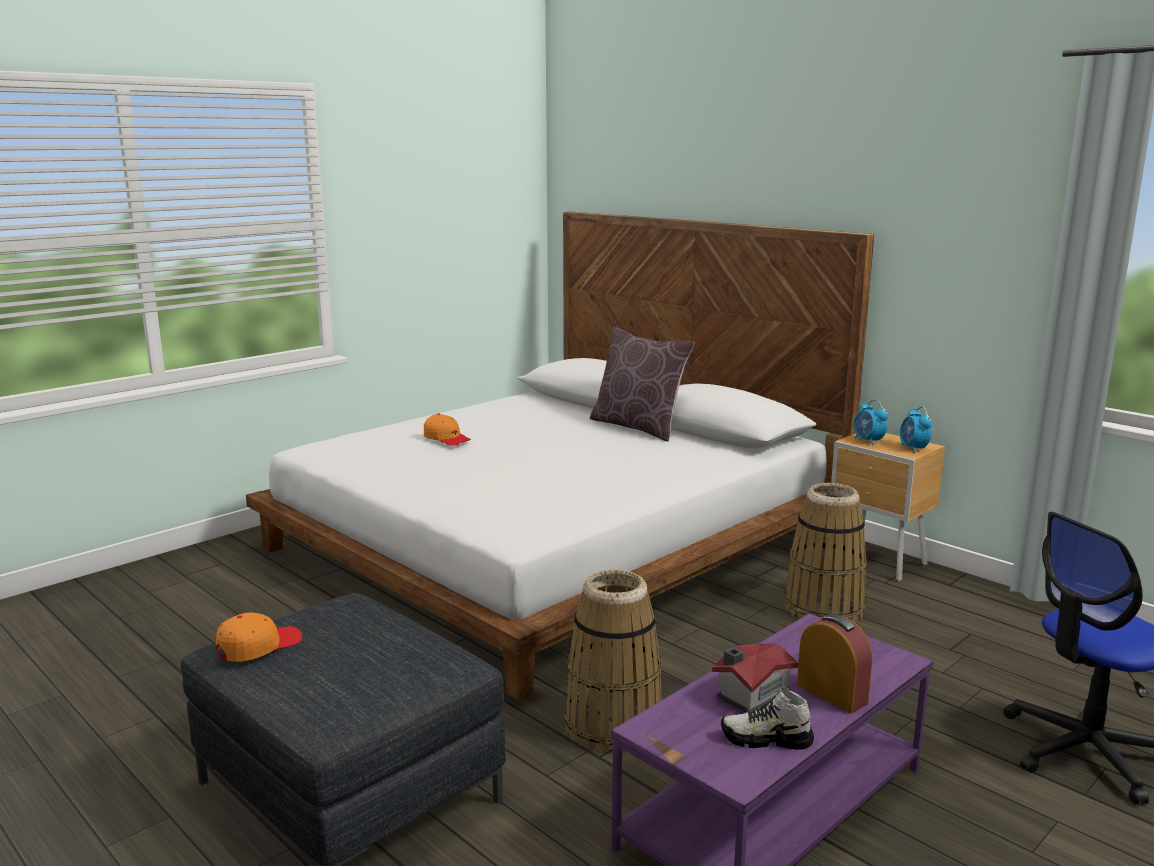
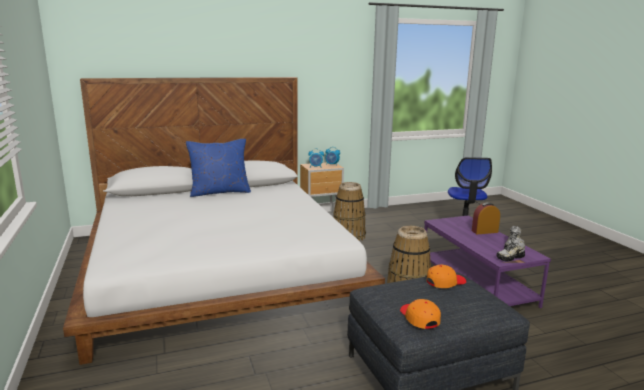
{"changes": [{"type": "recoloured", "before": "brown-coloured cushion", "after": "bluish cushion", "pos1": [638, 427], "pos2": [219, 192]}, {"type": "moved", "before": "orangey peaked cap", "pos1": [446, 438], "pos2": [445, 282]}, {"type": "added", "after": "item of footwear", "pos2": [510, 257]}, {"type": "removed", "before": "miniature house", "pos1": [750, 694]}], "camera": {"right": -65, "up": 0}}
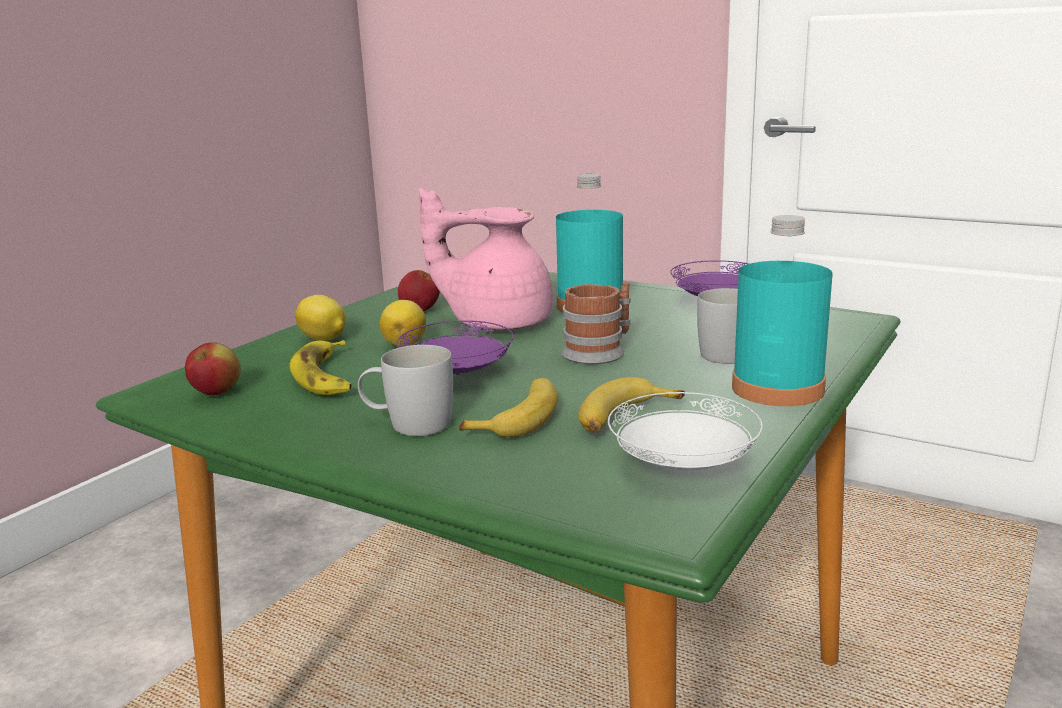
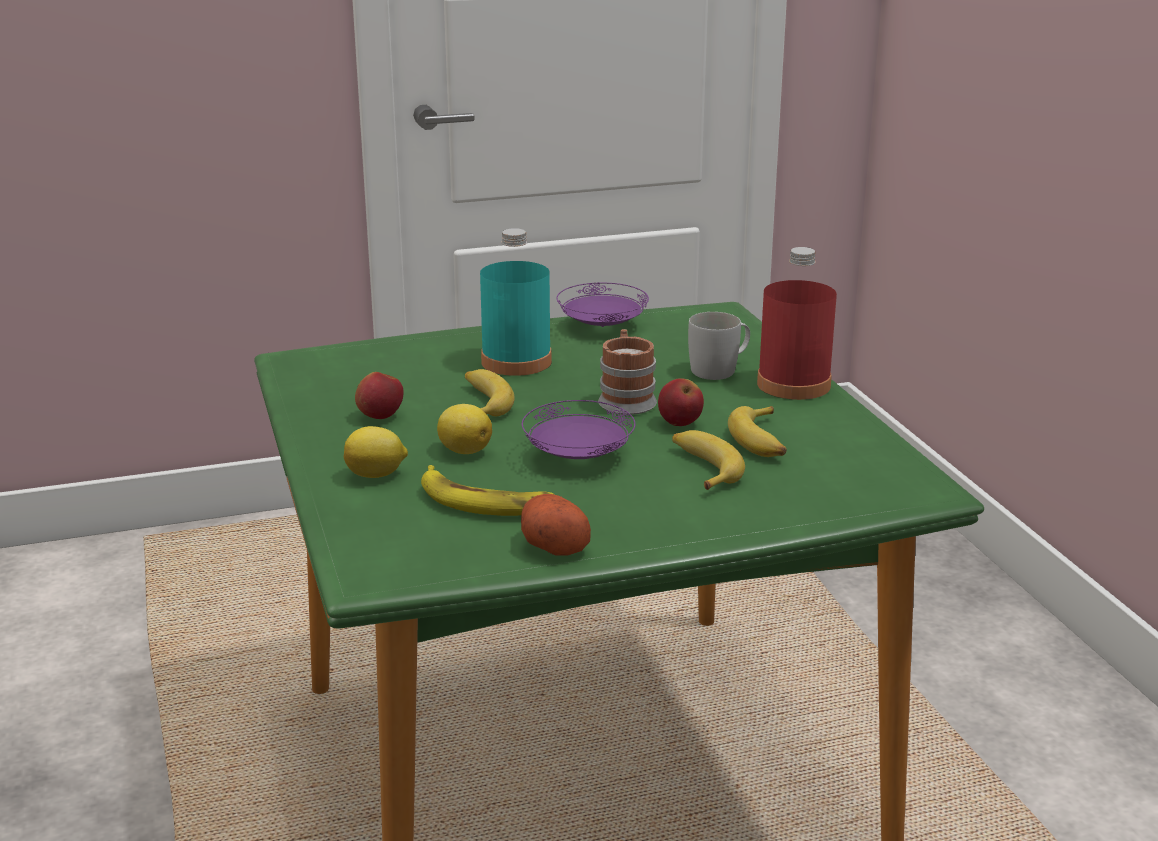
{"changes": [{"type": "replaced", "before": "pinkish tea pot", "after": "whole banana", "pos1": [497, 322], "pos2": [482, 403]}, {"type": "added", "after": "potato", "pos2": [553, 545]}, {"type": "moved", "before": "whole apple", "pos1": [217, 393], "pos2": [680, 424]}, {"type": "recoloured", "before": "blue-green bottle", "after": "red-coloured bottle", "pos1": [777, 388], "pos2": [793, 384]}, {"type": "removed", "before": "white tea mug", "pos1": [408, 424]}, {"type": "removed", "before": "white dinner plate", "pos1": [683, 467]}], "camera": {"right": -50, "up": 5}}
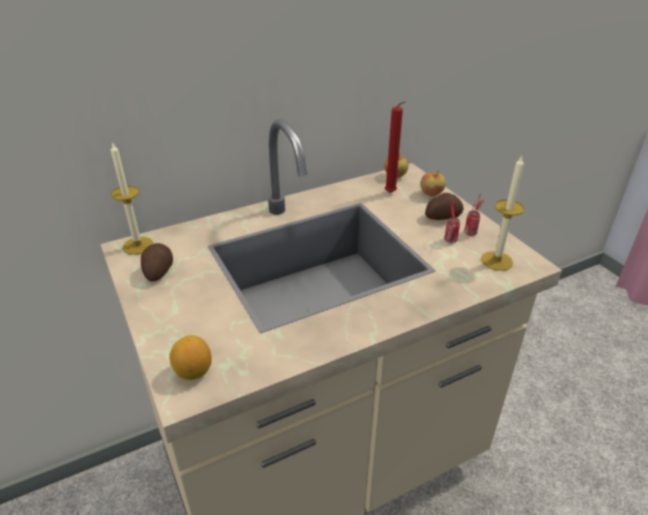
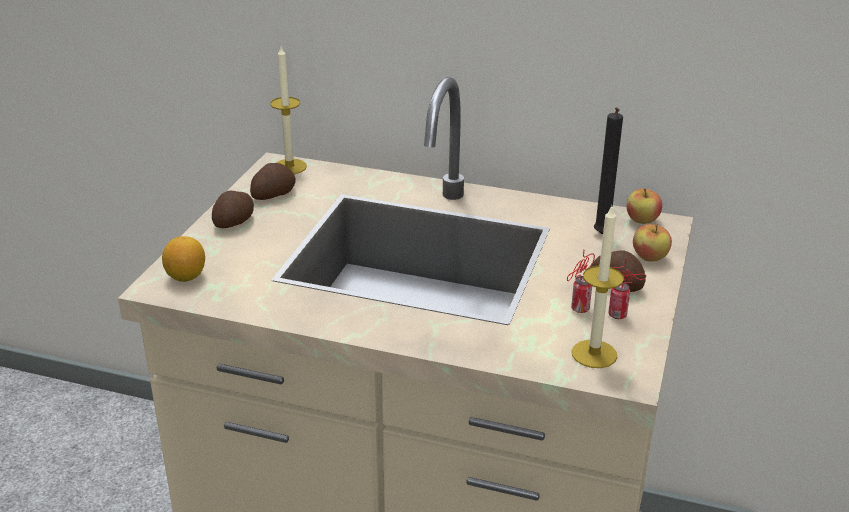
{"changes": [{"type": "added", "after": "potato", "pos2": [235, 222]}, {"type": "recoloured", "before": "red-coloured candle", "after": "blackish candle", "pos1": [391, 194], "pos2": [601, 235]}], "camera": {"right": 45, "up": -5}}
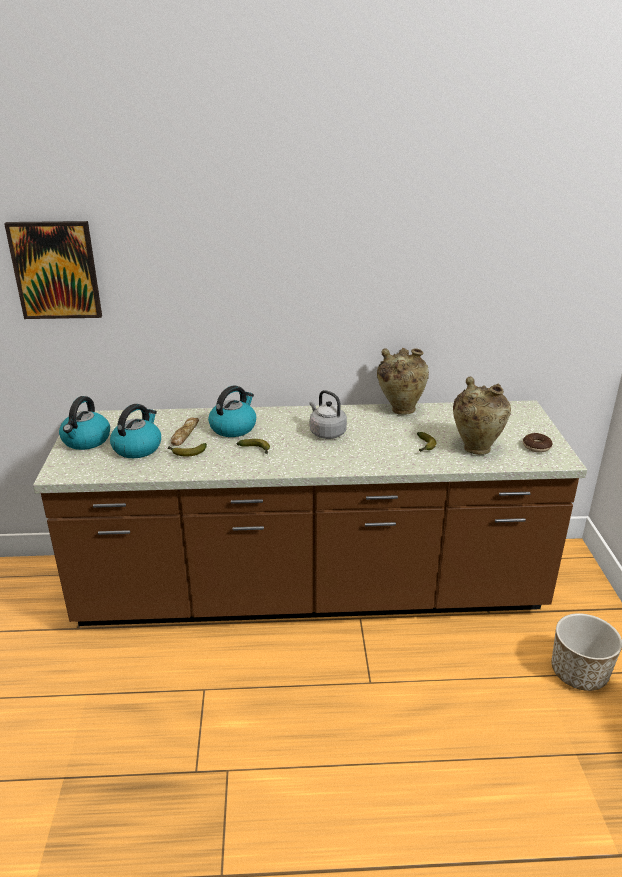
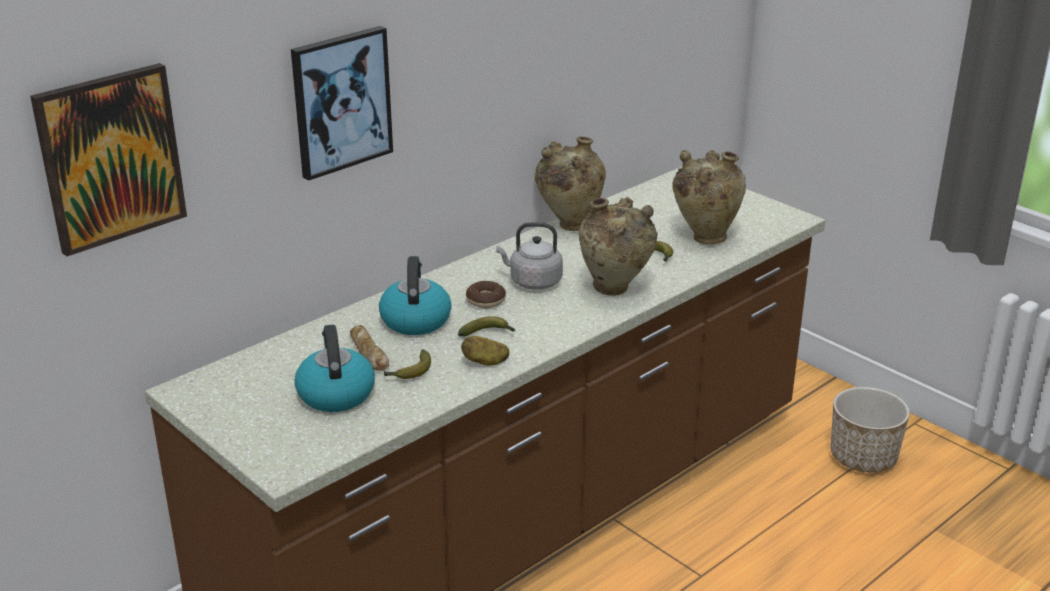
{"changes": [{"type": "added", "after": "wall picture", "pos2": [341, 101]}, {"type": "added", "after": "potato", "pos2": [485, 362]}, {"type": "moved", "before": "doughnut", "pos1": [536, 447], "pos2": [485, 300]}, {"type": "added", "after": "beige-coloured vase", "pos2": [615, 290]}, {"type": "removed", "before": "water kettle", "pos1": [86, 441]}], "camera": {"right": -40, "up": 0}}
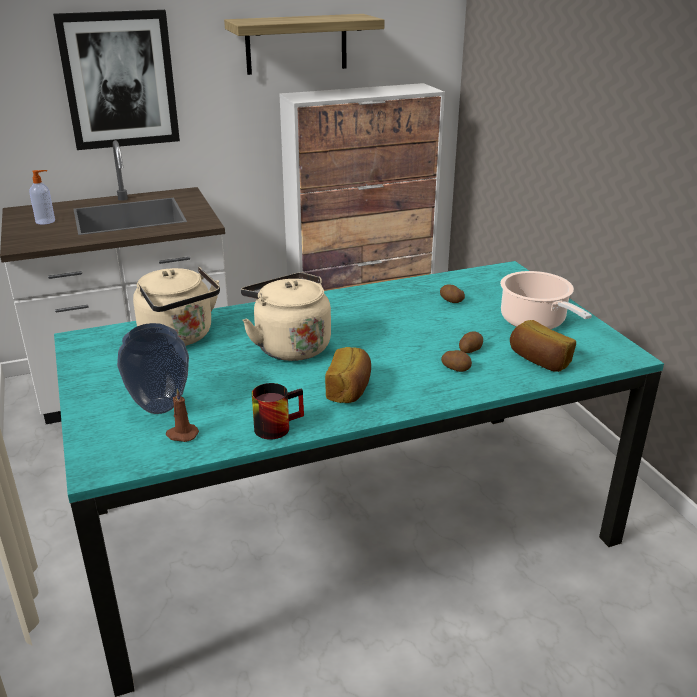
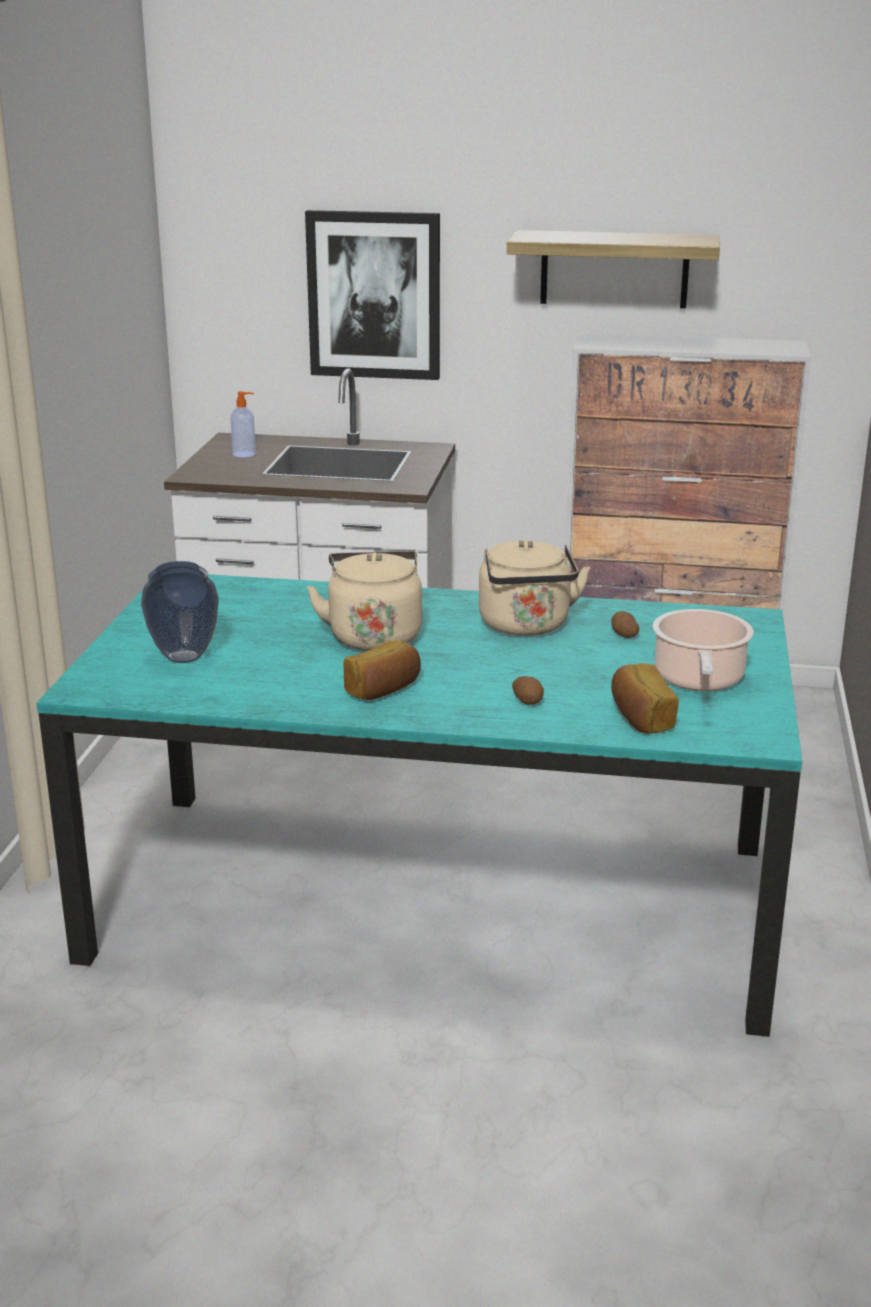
{"changes": [{"type": "moved", "before": "beige-coloured water kettle", "pos1": [180, 337], "pos2": [526, 627]}, {"type": "removed", "before": "brown-coloured candle", "pos1": [181, 434]}, {"type": "removed", "before": "tea mug", "pos1": [276, 425]}, {"type": "removed", "before": "potato", "pos1": [470, 350]}], "camera": {"right": 30, "up": -5}}
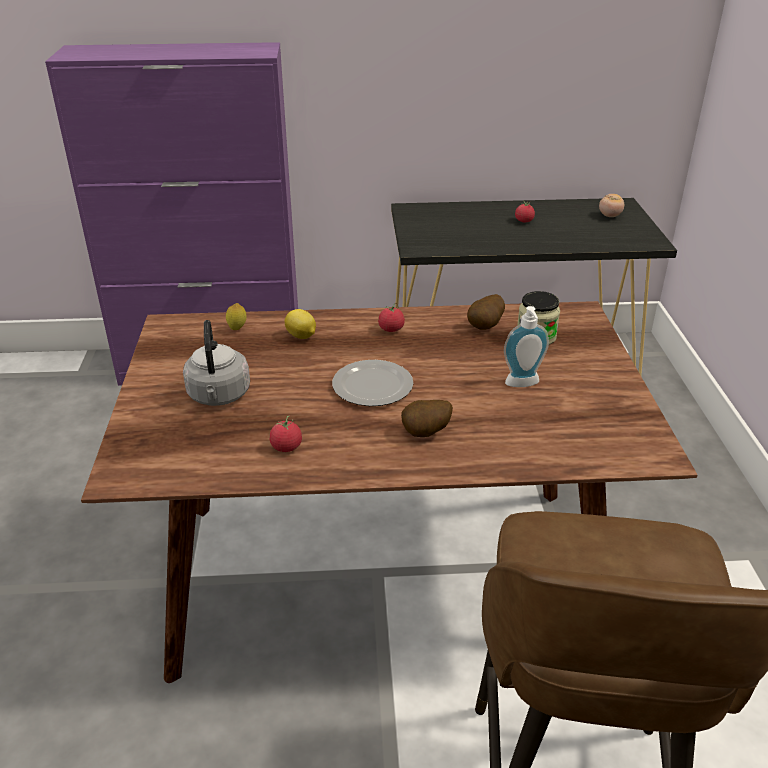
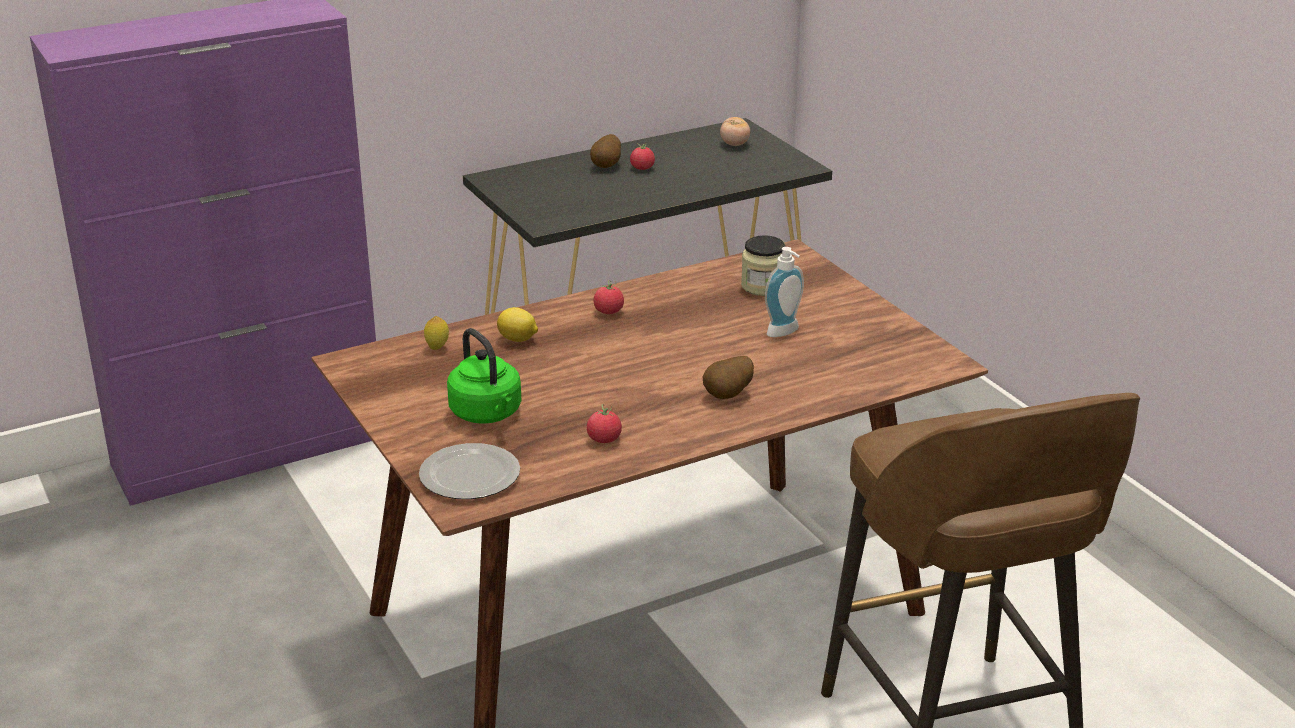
{"changes": [{"type": "moved", "before": "dinner plate", "pos1": [371, 385], "pos2": [468, 475]}, {"type": "recoloured", "before": "grey water kettle", "after": "green-coloured water kettle", "pos1": [219, 396], "pos2": [487, 414]}, {"type": "moved", "before": "potato", "pos1": [486, 327], "pos2": [607, 166]}], "camera": {"right": -25, "up": -5}}
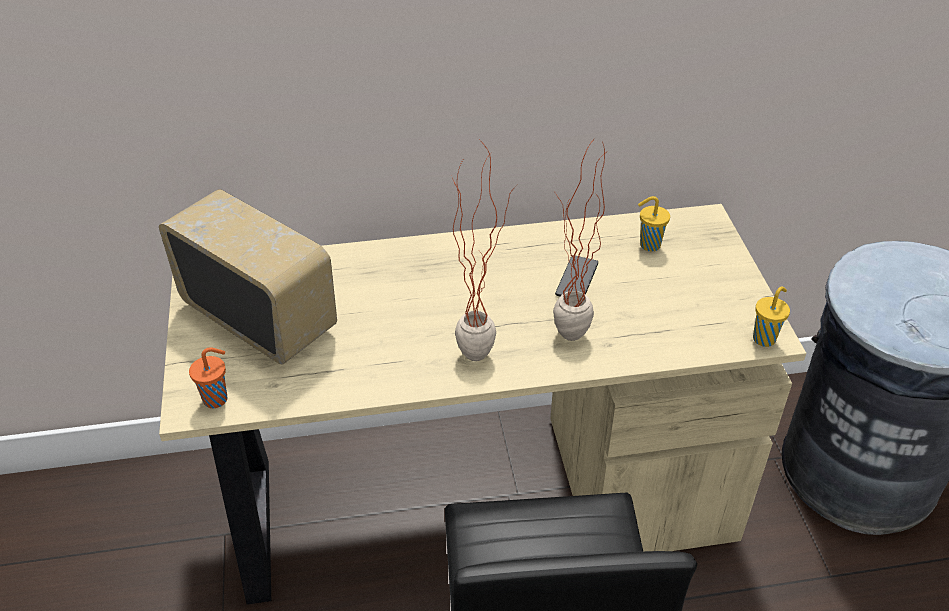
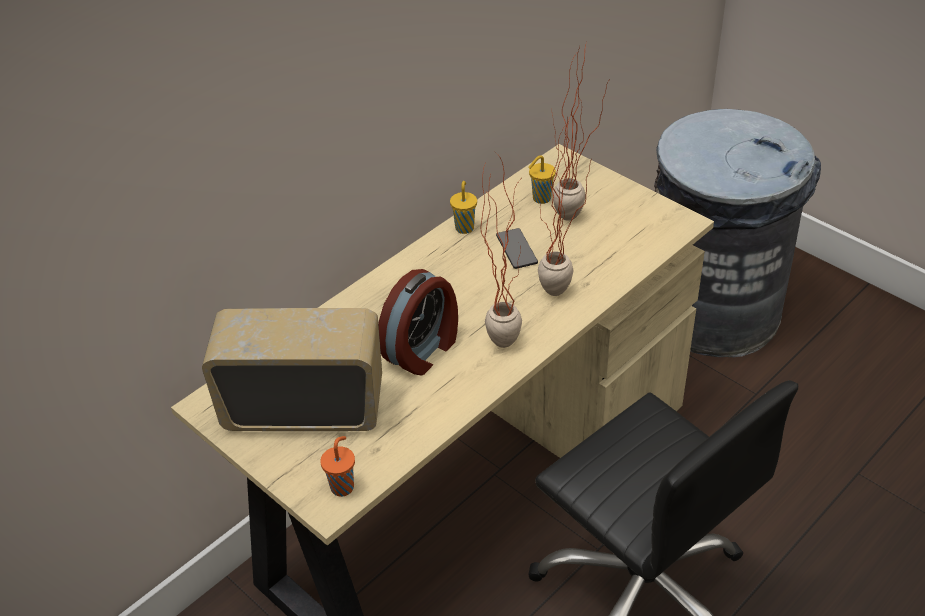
{"changes": [{"type": "added", "after": "table clock", "pos2": [423, 350]}, {"type": "moved", "before": "yellow-coloured small cup", "pos1": [765, 338], "pos2": [464, 227]}, {"type": "added", "after": "potted plant", "pos2": [574, 222]}], "camera": {"right": -35, "up": 0}}
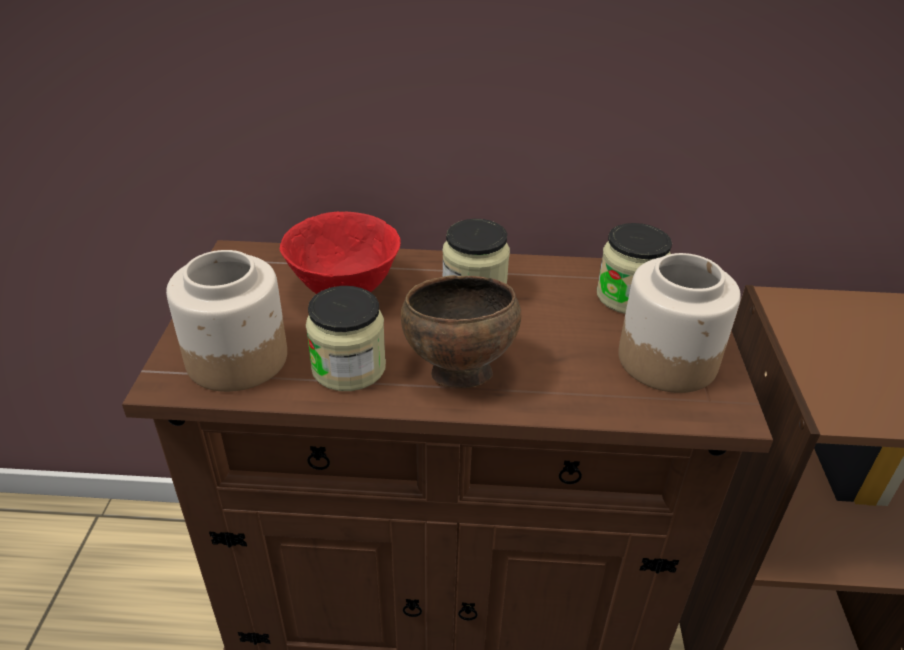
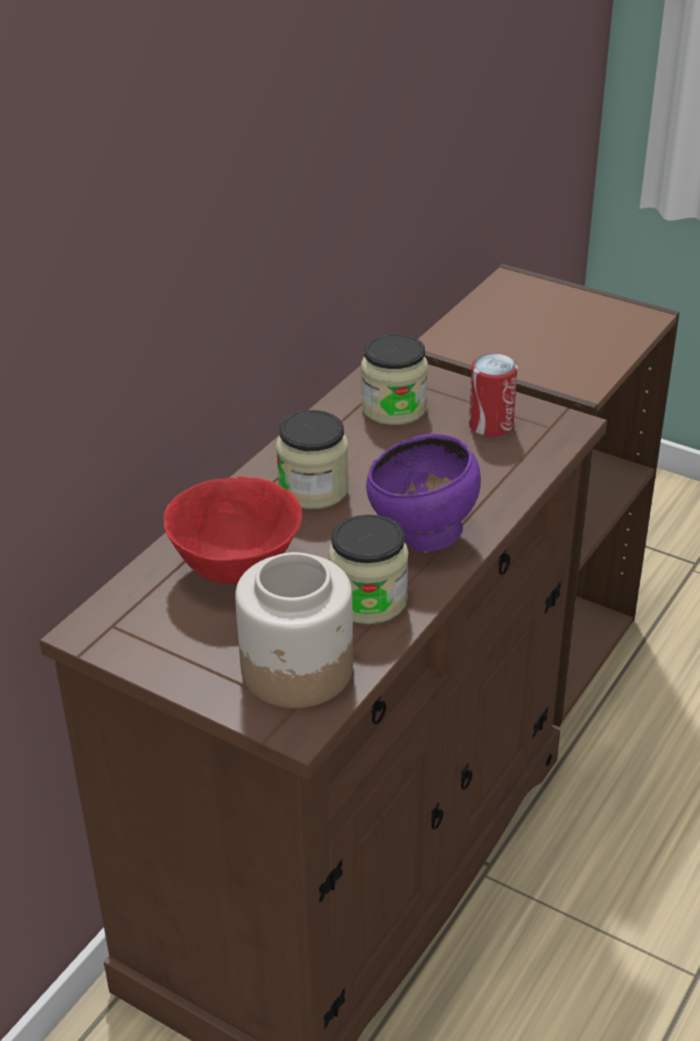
{"changes": [{"type": "recoloured", "before": "brown-coloured serving bowl", "after": "purple-coloured serving bowl", "pos1": [457, 372], "pos2": [423, 538]}, {"type": "replaced", "before": "jar", "after": "metal can", "pos1": [668, 360], "pos2": [491, 425]}], "camera": {"right": -60, "up": 0}}
